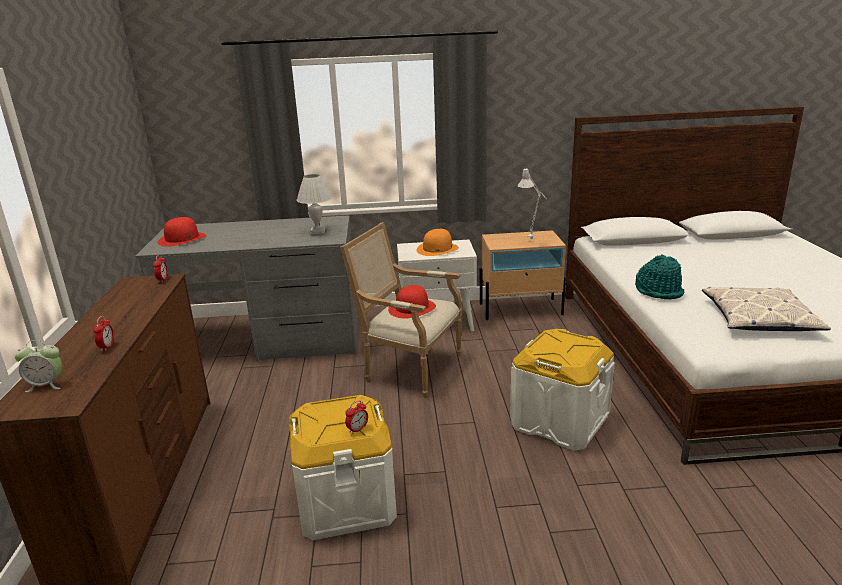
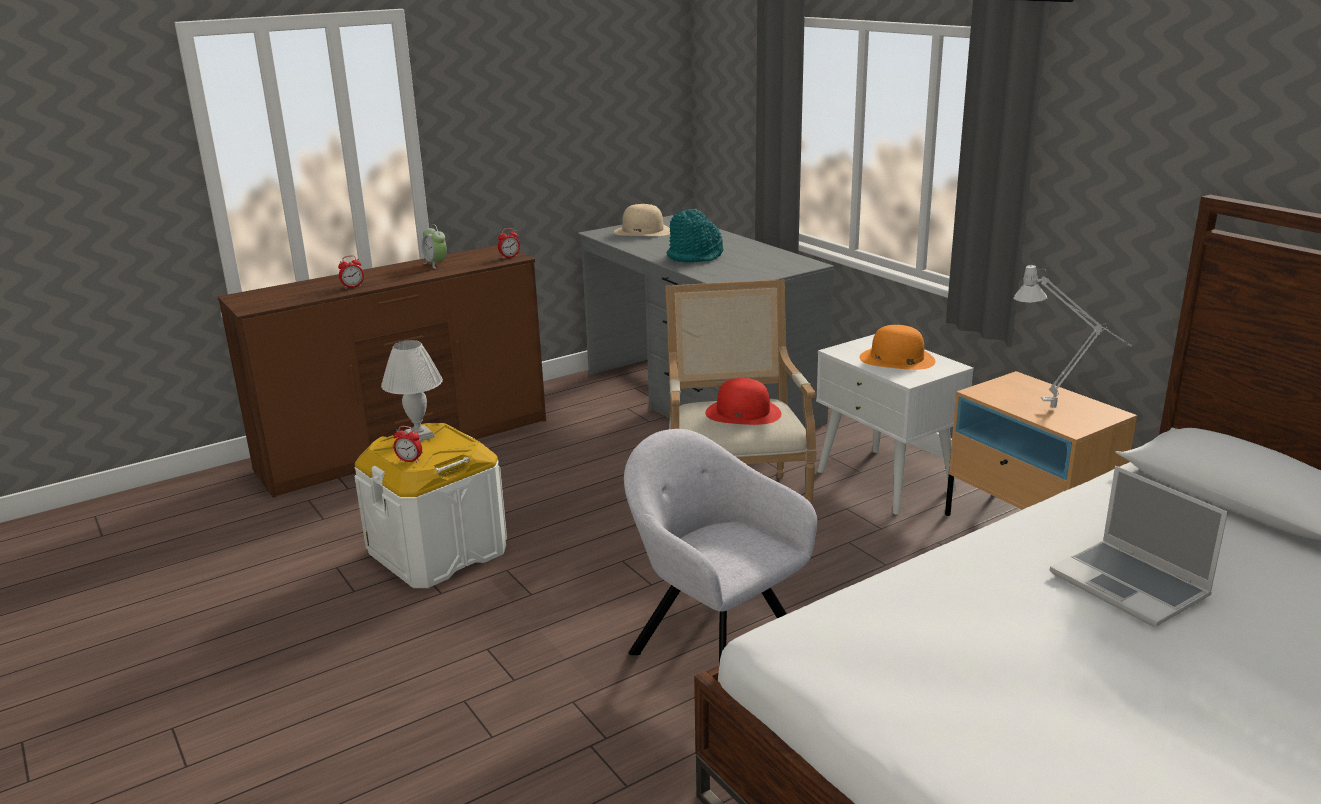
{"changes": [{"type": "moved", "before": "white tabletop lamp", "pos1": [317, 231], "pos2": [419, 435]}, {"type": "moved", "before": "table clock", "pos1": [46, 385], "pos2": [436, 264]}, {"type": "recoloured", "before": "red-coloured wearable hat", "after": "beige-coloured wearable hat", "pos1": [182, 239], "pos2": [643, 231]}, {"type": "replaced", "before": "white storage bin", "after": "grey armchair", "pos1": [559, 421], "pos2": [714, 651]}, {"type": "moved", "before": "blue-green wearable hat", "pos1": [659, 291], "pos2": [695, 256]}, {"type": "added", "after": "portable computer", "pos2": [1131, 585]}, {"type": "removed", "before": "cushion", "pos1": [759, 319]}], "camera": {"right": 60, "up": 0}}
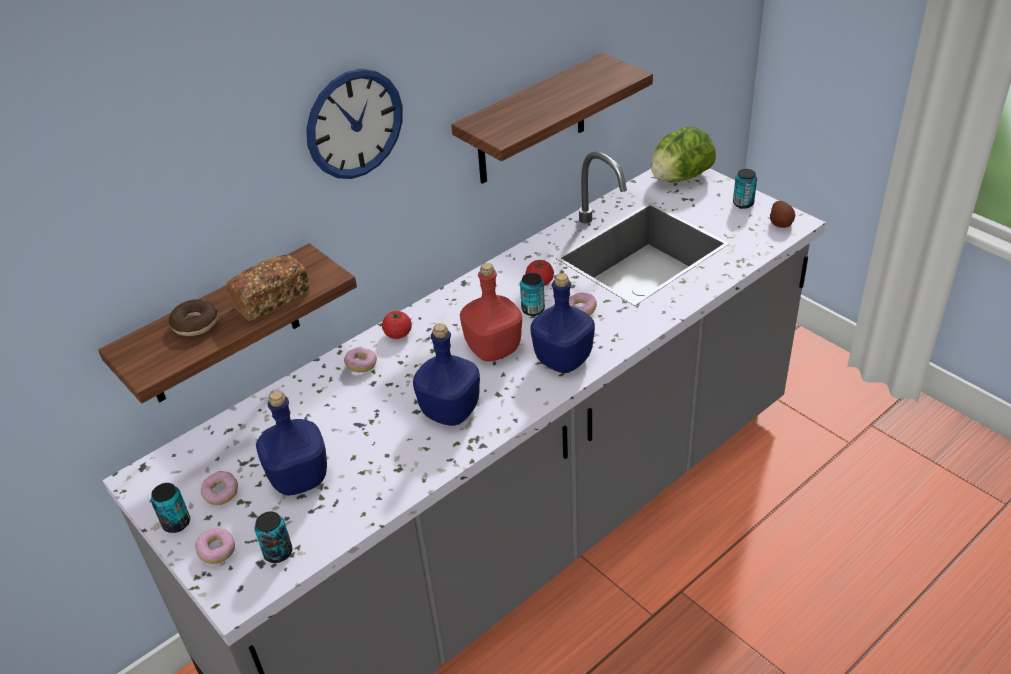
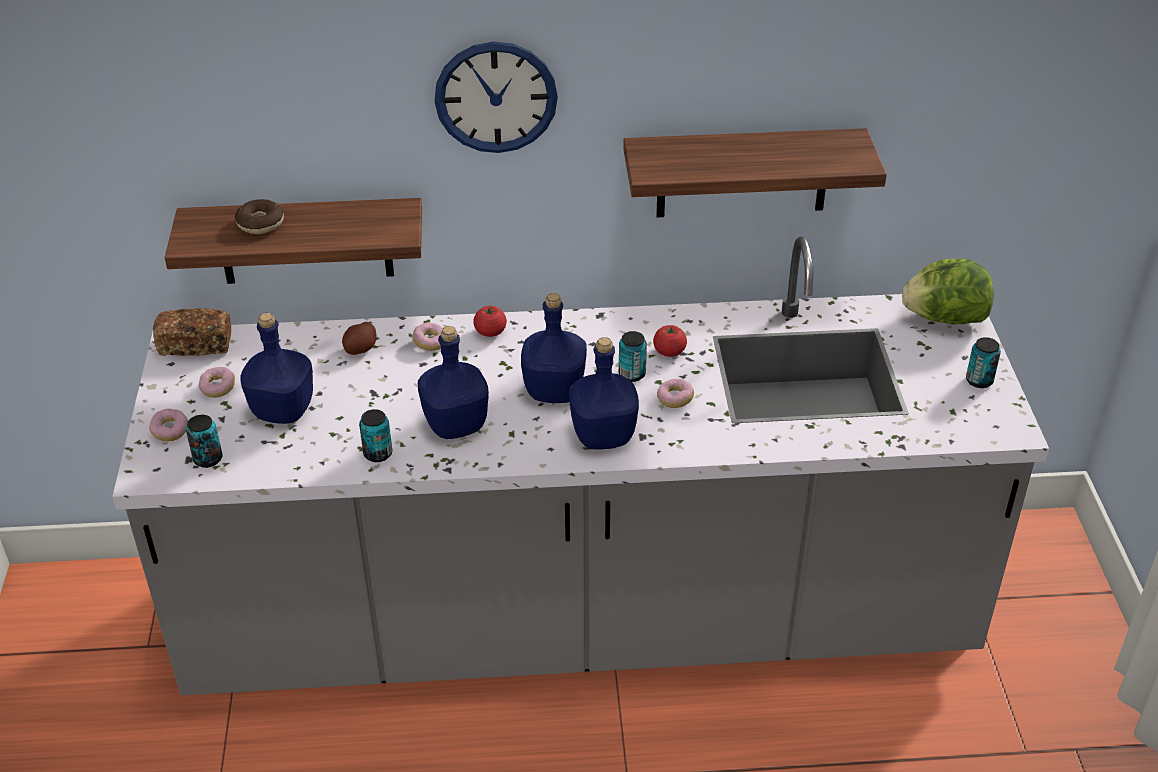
{"changes": [{"type": "moved", "before": "bakery bread", "pos1": [271, 299], "pos2": [196, 344]}, {"type": "moved", "before": "potato", "pos1": [781, 223], "pos2": [361, 349]}, {"type": "moved", "before": "metal can", "pos1": [176, 523], "pos2": [378, 454]}, {"type": "recoloured", "before": "red-coloured bottle", "after": "bluish bottle", "pos1": [494, 349], "pos2": [554, 392]}], "camera": {"right": 35, "up": 0}}
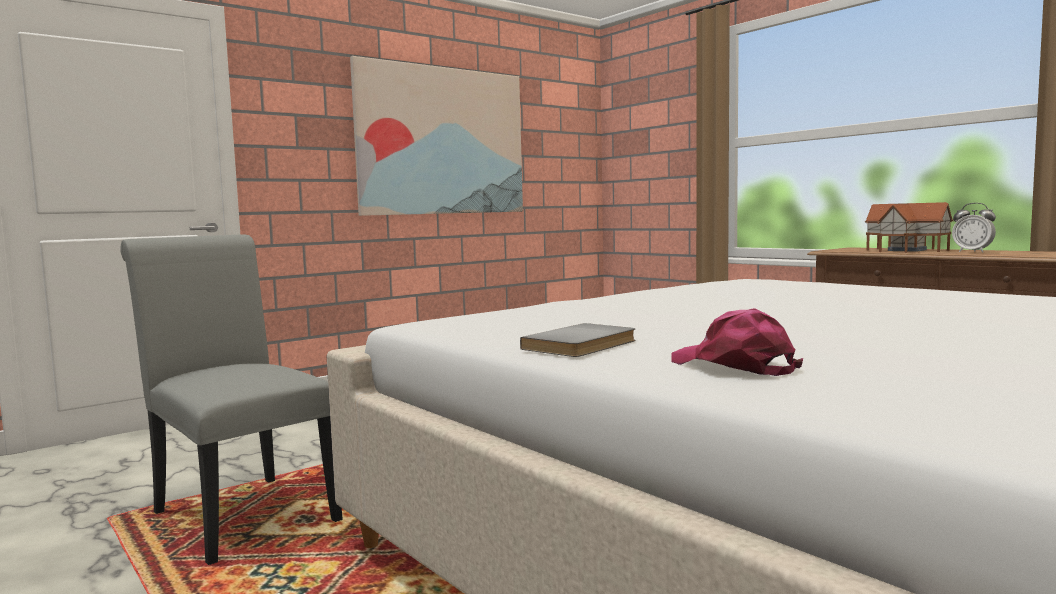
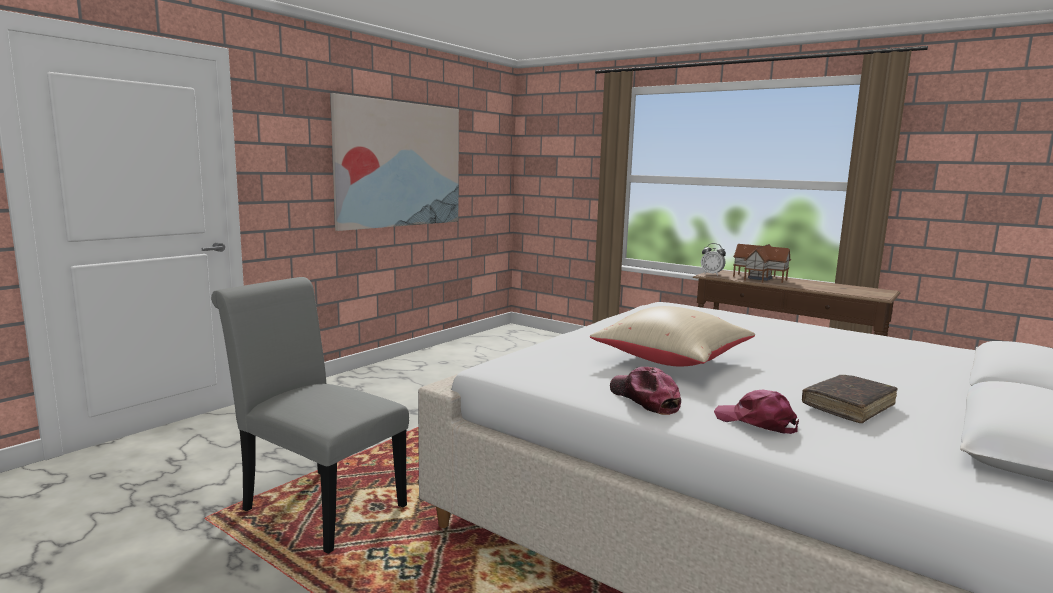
{"changes": [{"type": "added", "after": "beige-coloured cushion", "pos2": [673, 361]}, {"type": "replaced", "before": "grey bound book", "after": "peaked cap", "pos1": [583, 345], "pos2": [644, 399]}, {"type": "moved", "before": "table clock", "pos1": [972, 252], "pos2": [712, 274]}, {"type": "added", "after": "brown-coloured bound book", "pos2": [848, 406]}], "camera": {"right": -15, "up": 5}}
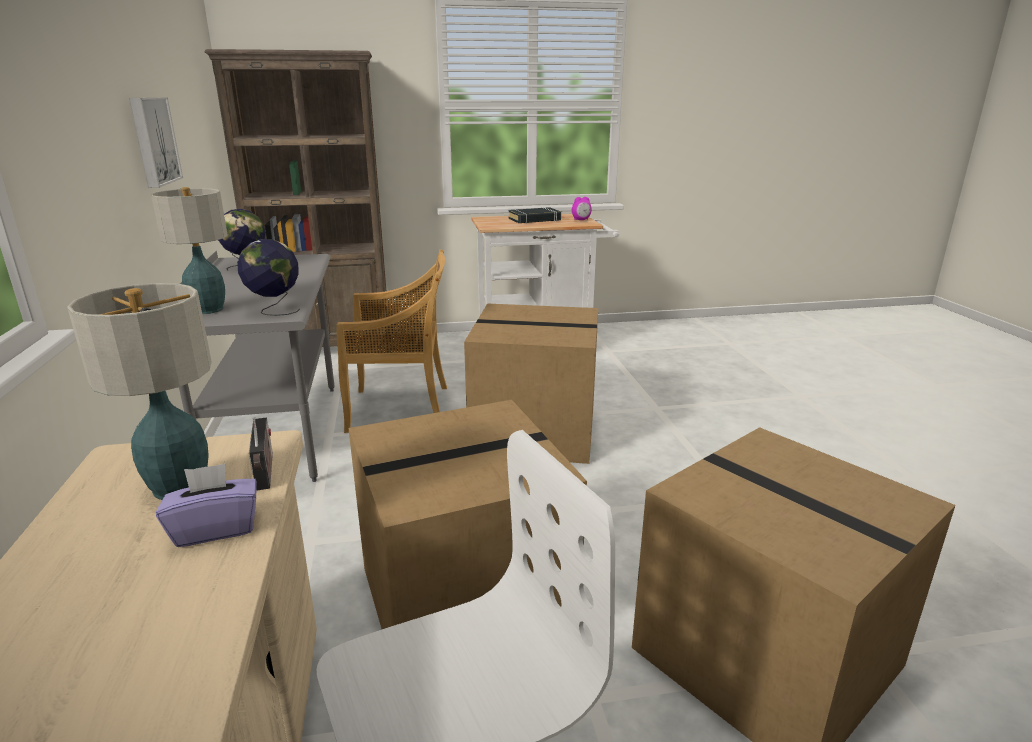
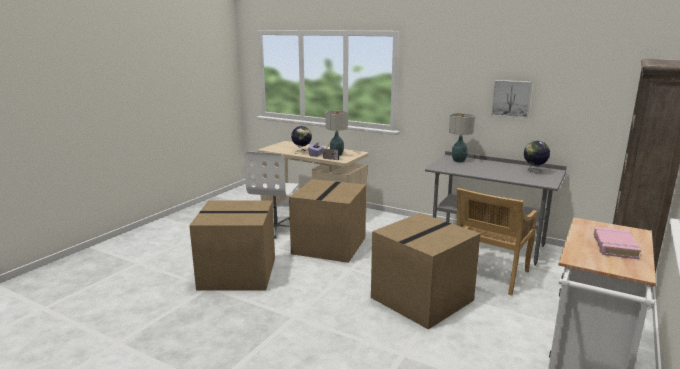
{"changes": [{"type": "moved", "before": "desk globe", "pos1": [274, 310], "pos2": [302, 151]}, {"type": "recoloured", "before": "blackish bound book", "after": "pinkish bound book", "pos1": [534, 219], "pos2": [614, 246]}, {"type": "removed", "before": "table clock", "pos1": [581, 220]}], "camera": {"right": 130, "up": -5}}
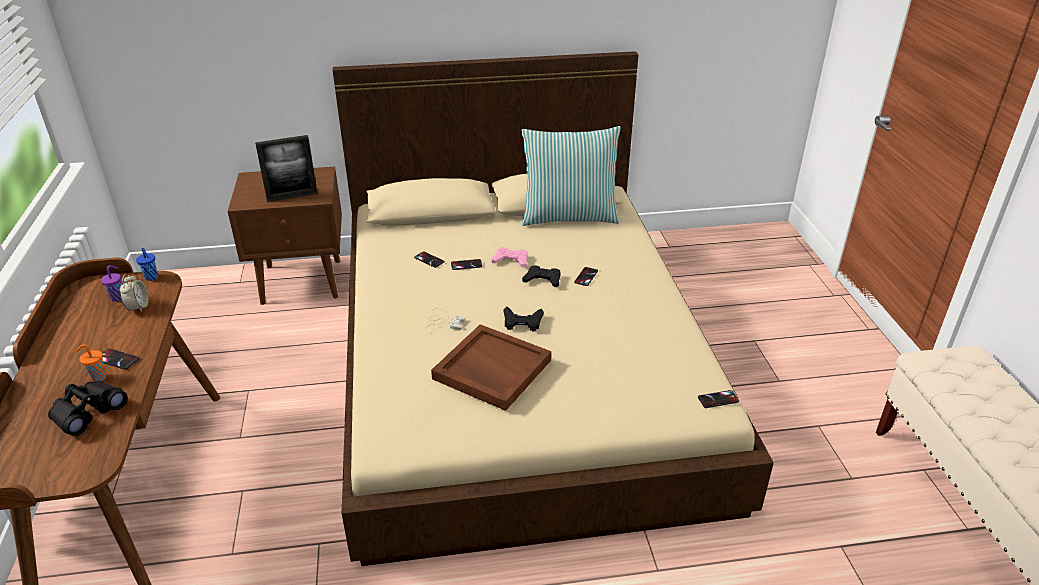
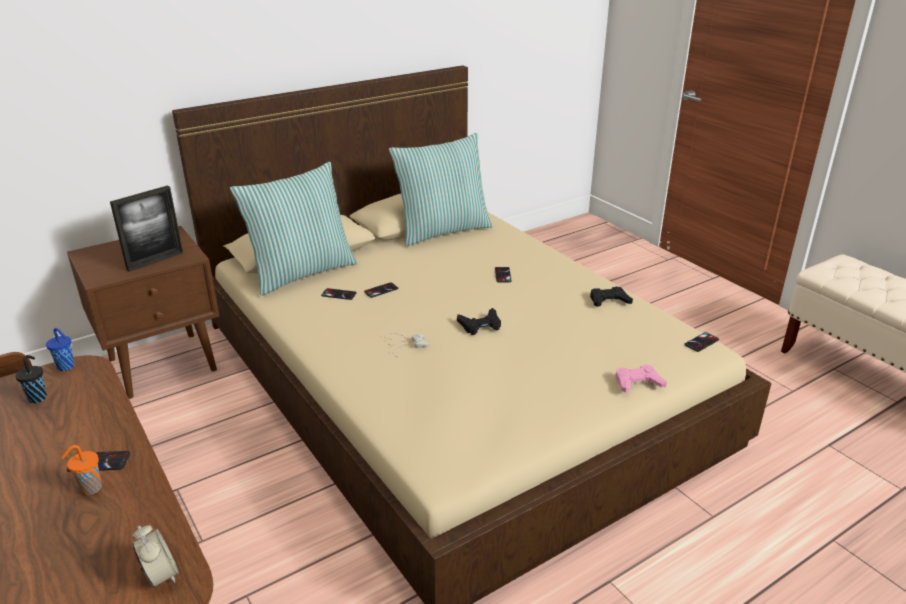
{"changes": [{"type": "recoloured", "before": "purple-coloured small cup", "after": "blackish small cup", "pos1": [118, 297], "pos2": [38, 397]}, {"type": "moved", "before": "table clock", "pos1": [138, 307], "pos2": [160, 575]}, {"type": "added", "after": "cushion", "pos2": [301, 272]}, {"type": "moved", "before": "blackish gamepad", "pos1": [543, 280], "pos2": [609, 301]}, {"type": "moved", "before": "pinkish gamepad", "pos1": [511, 261], "pos2": [638, 383]}, {"type": "removed", "before": "blackish pair of binoculars", "pos1": [88, 412]}, {"type": "removed", "before": "brown-coloured carrying tray", "pos1": [491, 370]}], "camera": {"right": -25, "up": -5}}
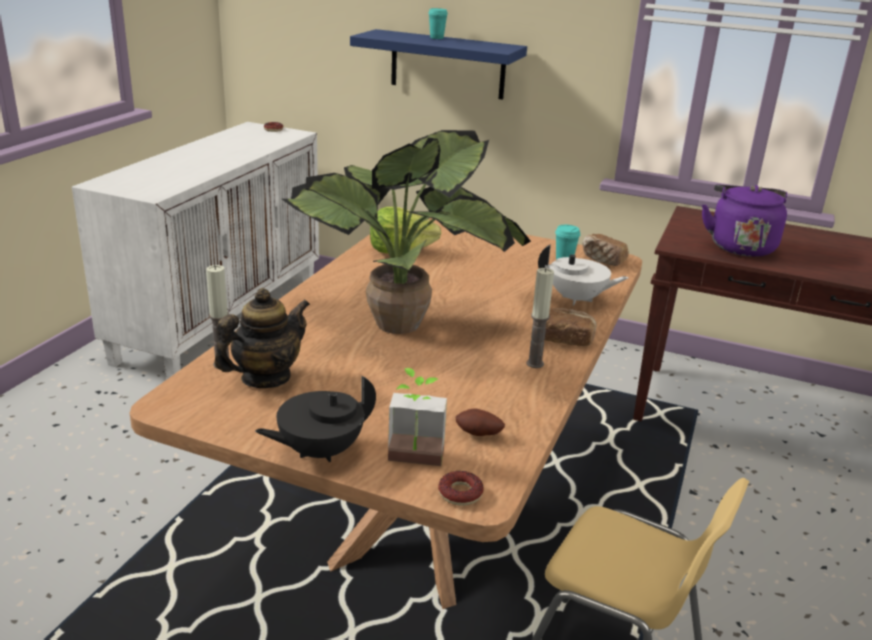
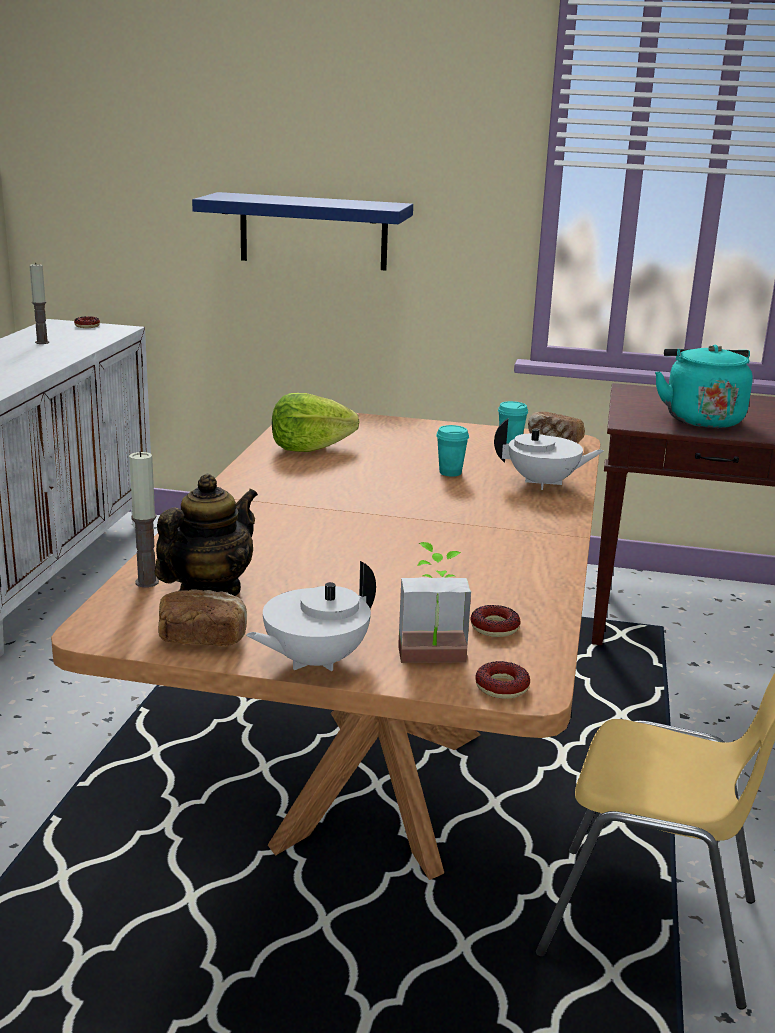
{"changes": [{"type": "moved", "before": "candle", "pos1": [535, 363], "pos2": [42, 342]}, {"type": "moved", "before": "bakery bread", "pos1": [565, 340], "pos2": [202, 638]}, {"type": "recoloured", "before": "blackish tea pot", "after": "white tea pot", "pos1": [319, 451], "pos2": [314, 661]}, {"type": "moved", "before": "blue-green small cup", "pos1": [436, 38], "pos2": [450, 472]}, {"type": "replaced", "before": "potato", "after": "doughnut", "pos1": [478, 435], "pos2": [495, 627]}, {"type": "recoloured", "before": "purple-coloured water kettle", "after": "blue-green water kettle", "pos1": [740, 246], "pos2": [701, 419]}, {"type": "removed", "before": "potted plant", "pos1": [403, 320]}], "camera": {"right": -10, "up": -5}}
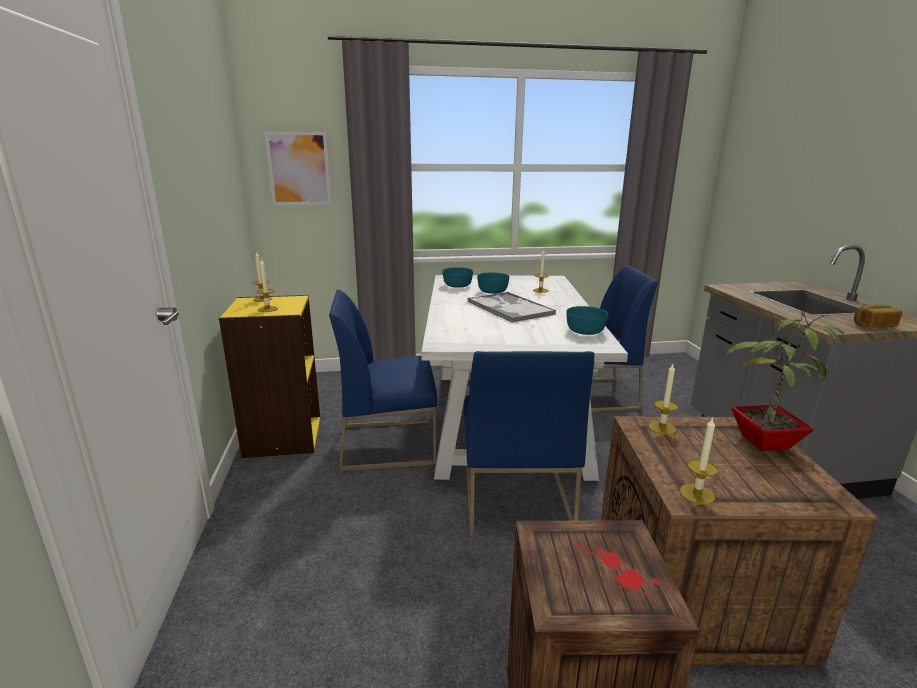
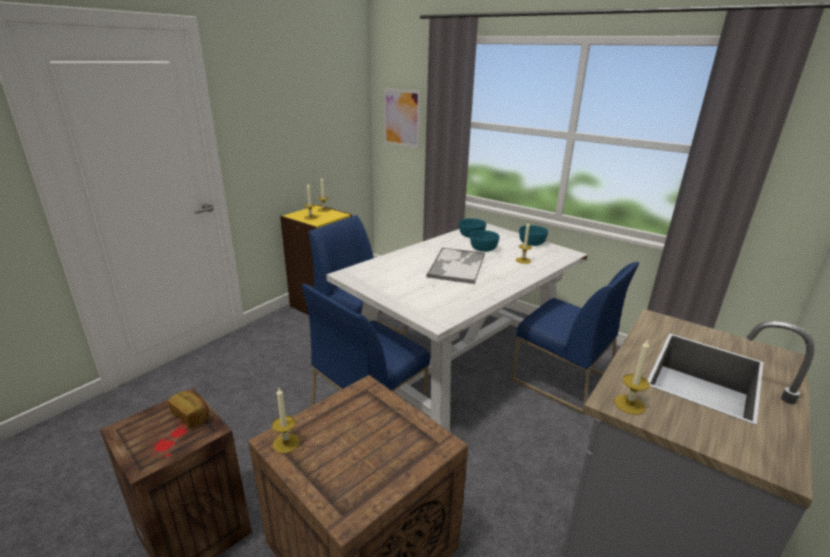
{"changes": [{"type": "moved", "before": "bakery bread", "pos1": [873, 325], "pos2": [192, 416]}, {"type": "moved", "before": "blue-green serving bowl", "pos1": [585, 330], "pos2": [532, 242]}, {"type": "moved", "before": "candle", "pos1": [662, 428], "pos2": [629, 404]}, {"type": "removed", "before": "potted plant", "pos1": [762, 442]}], "camera": {"right": 45, "up": 5}}
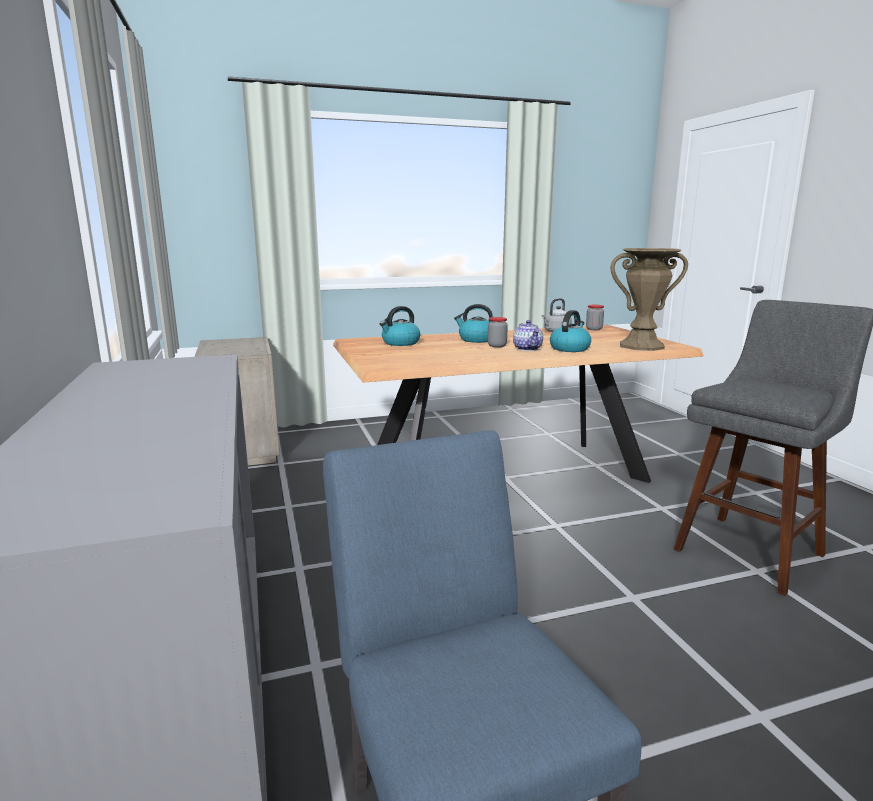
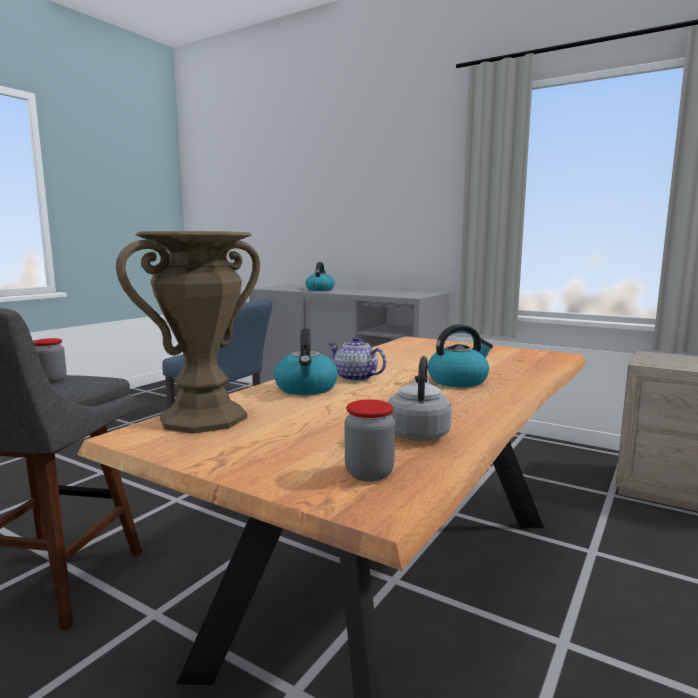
{"changes": [{"type": "moved", "before": "jar", "pos1": [497, 346], "pos2": [51, 380]}, {"type": "moved", "before": "water kettle", "pos1": [400, 343], "pos2": [320, 289]}], "camera": {"right": 140, "up": -5}}
